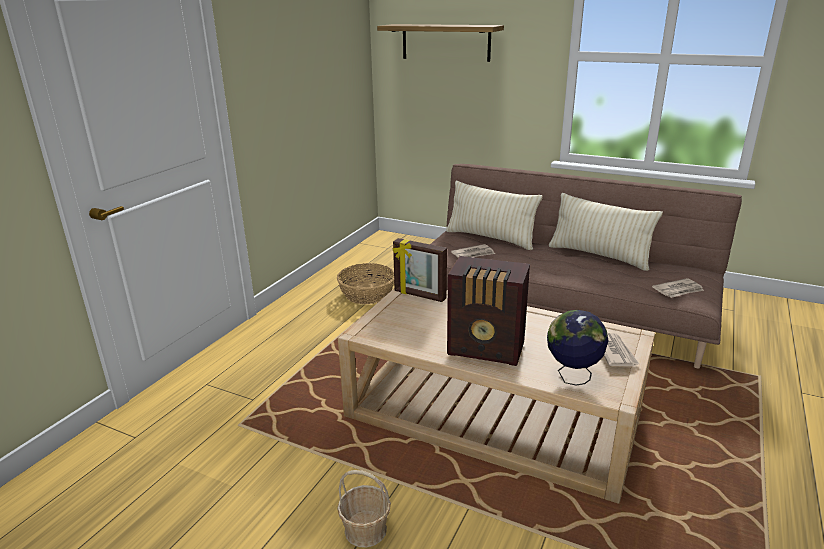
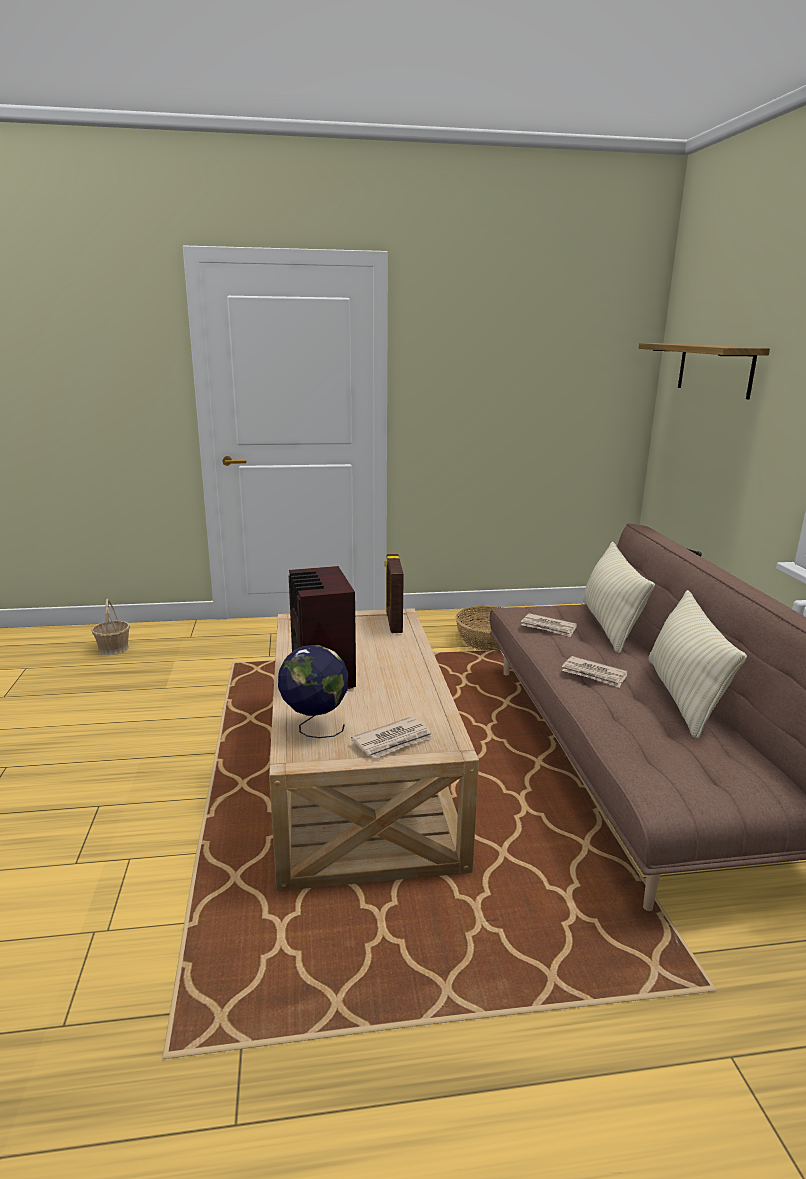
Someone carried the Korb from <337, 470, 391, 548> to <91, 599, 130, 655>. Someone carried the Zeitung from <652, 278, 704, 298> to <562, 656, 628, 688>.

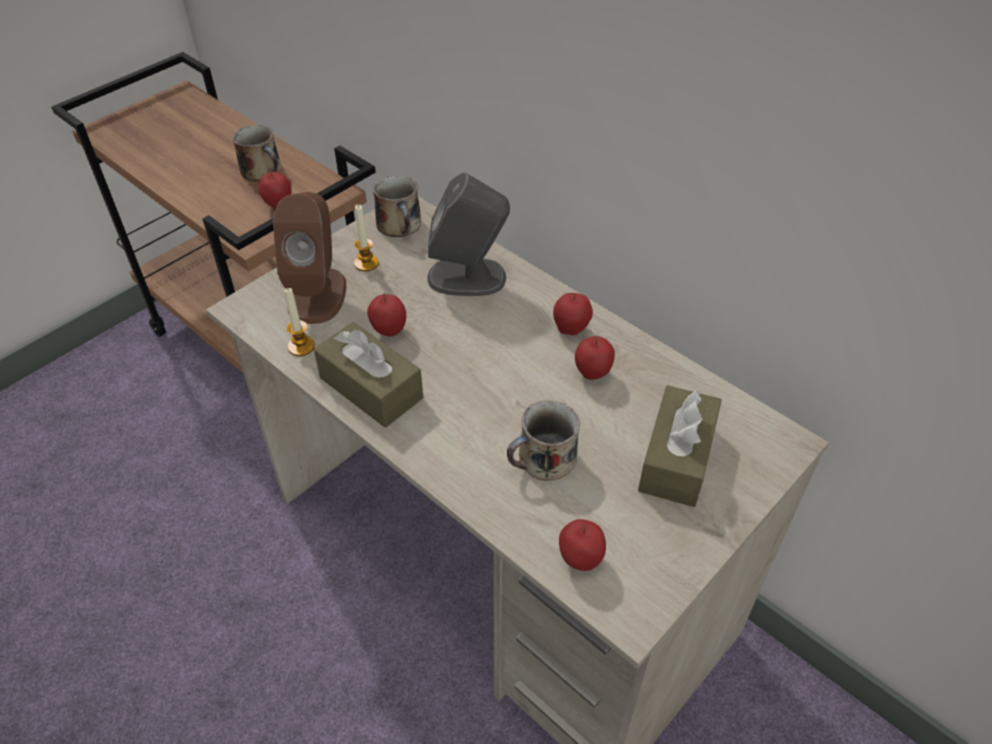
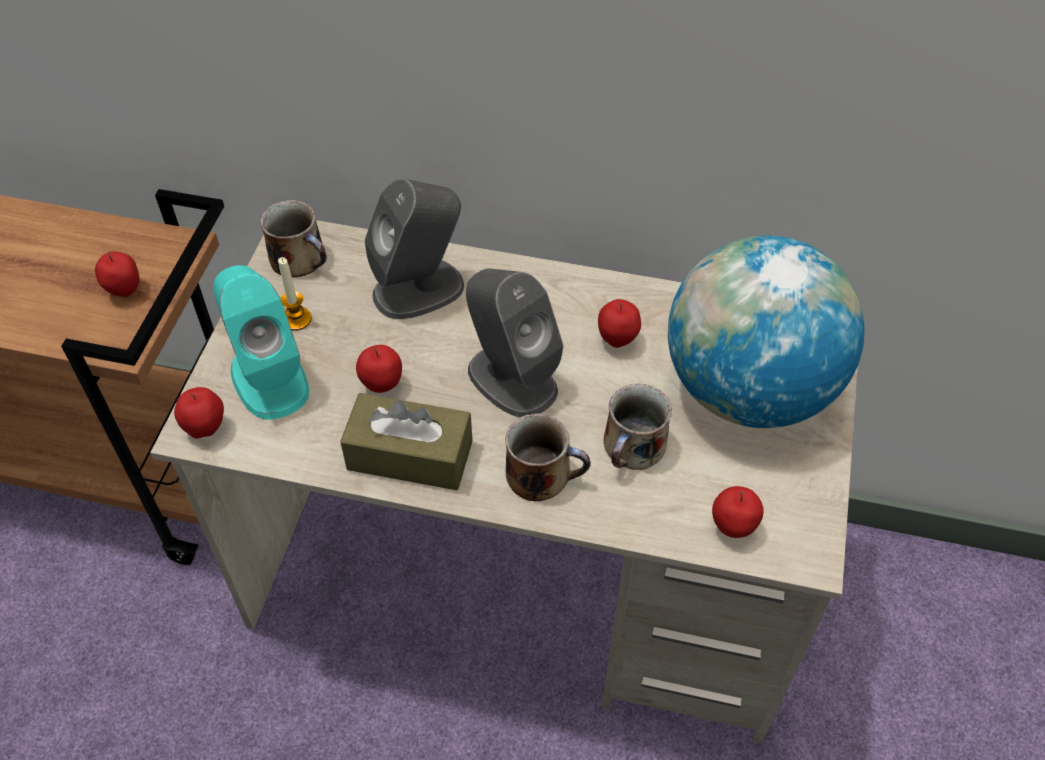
Someone carried the Henkelbecher from <232, 125, 281, 181> to <505, 413, 591, 501>. Someone repainted the Lautsprecher/braun at <273, 192, 346, 324>, which became the Lautsprecher/türkis at <213, 265, 309, 419>. Someone took away the Kerze at <284, 287, 315, 356>. Someone carried the Apfel from <553, 293, 593, 335> to <174, 387, 224, 439>. Someone swapped the Taschentuchbox/braun at <638, 385, 722, 507> for the Globus at <668, 235, 865, 428>. Someone put down the Lautsprecher/grau at <466, 269, 563, 417>.

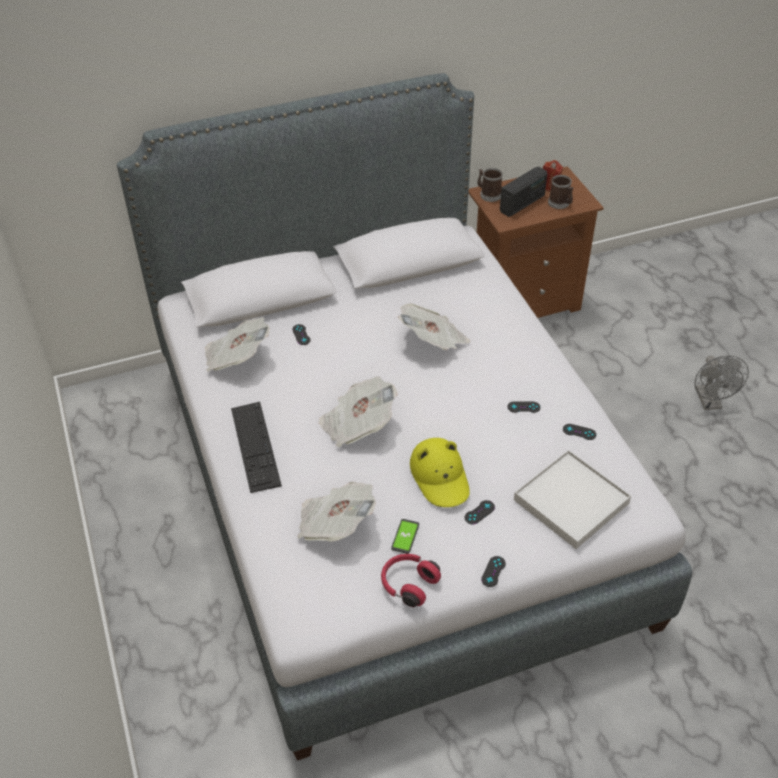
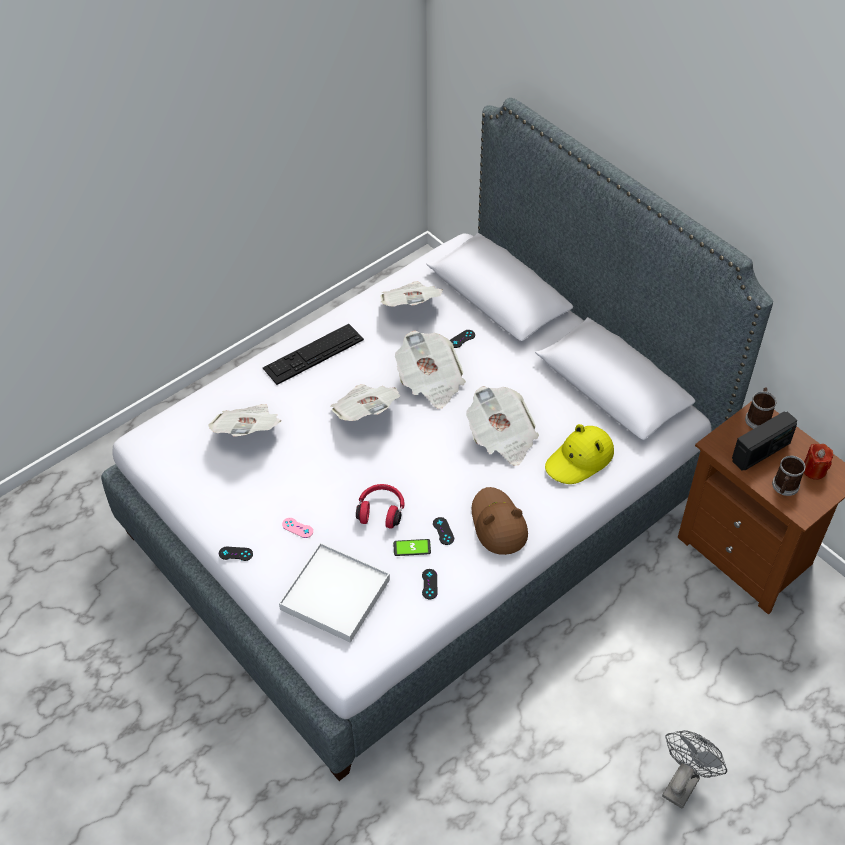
Someone carried the Kopfhörer/rot from <381, 554, 441, 607> to <356, 484, 404, 528>. Someone carried the Handy from <391, 519, 419, 554> to <393, 539, 431, 556>. Someone carried the Hut/gelb from <410, 438, 470, 507> to <545, 424, 614, 484>. Someone repainted the Gamepad/schwarz at <465, 500, 495, 524>, which became the Gamepad/rosa at <282, 518, 313, 538>. Someone rotated the Radio at <500, 167, 547, 217> by 60 degrees counterclockwise. Someone rotated the Ventilator/grau at <695, 355, 749, 410> by 150 degrees clockwise. Someone put down the Zeitung at <395, 331, 466, 409>. Someone put down the Hut/braun at <472, 487, 528, 555>.

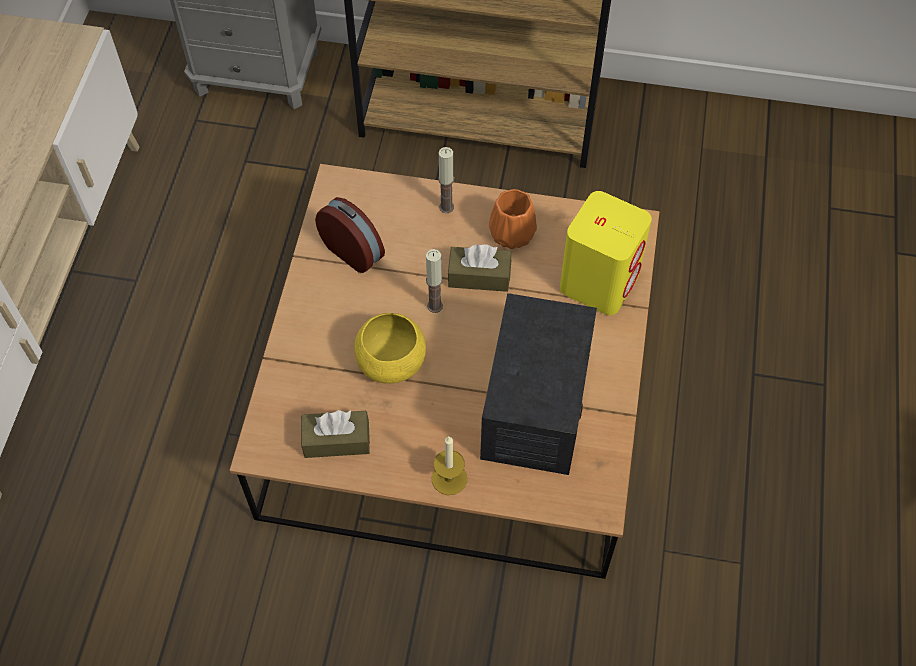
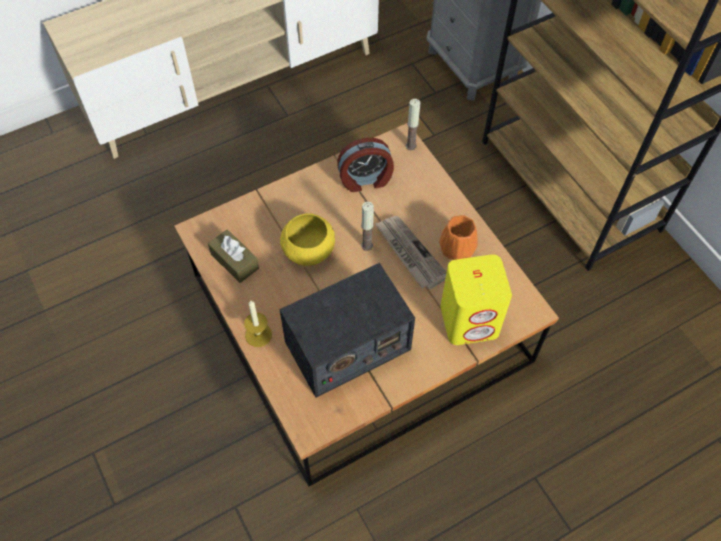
Someone rotated the Wecker at <315, 197, 385, 273> by 75 degrees clockwise. Someone carried the Kerze from <438, 147, 454, 213> to <406, 99, 420, 150>. Someone swapped the Taschentuchbox/braun at <448, 244, 511, 292> for the Zeitung at <375, 216, 447, 290>.

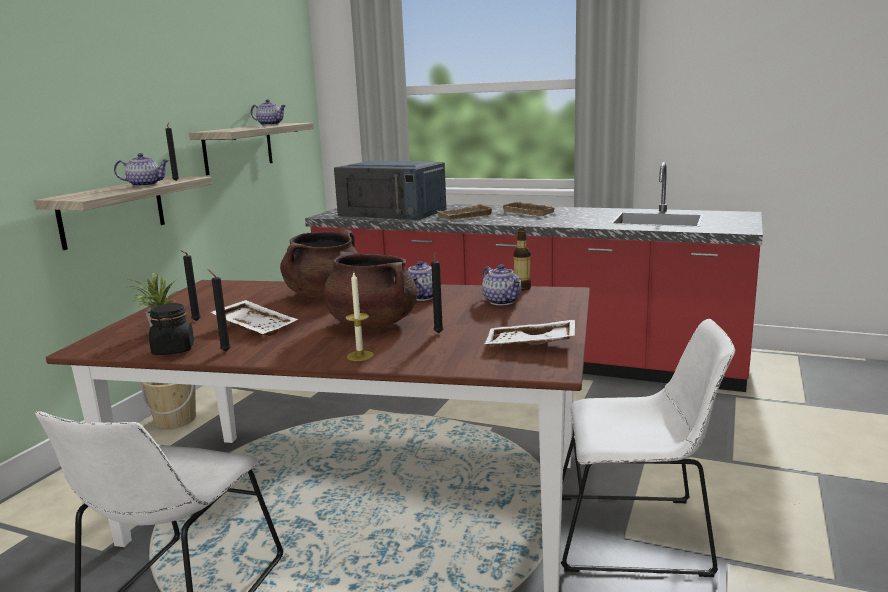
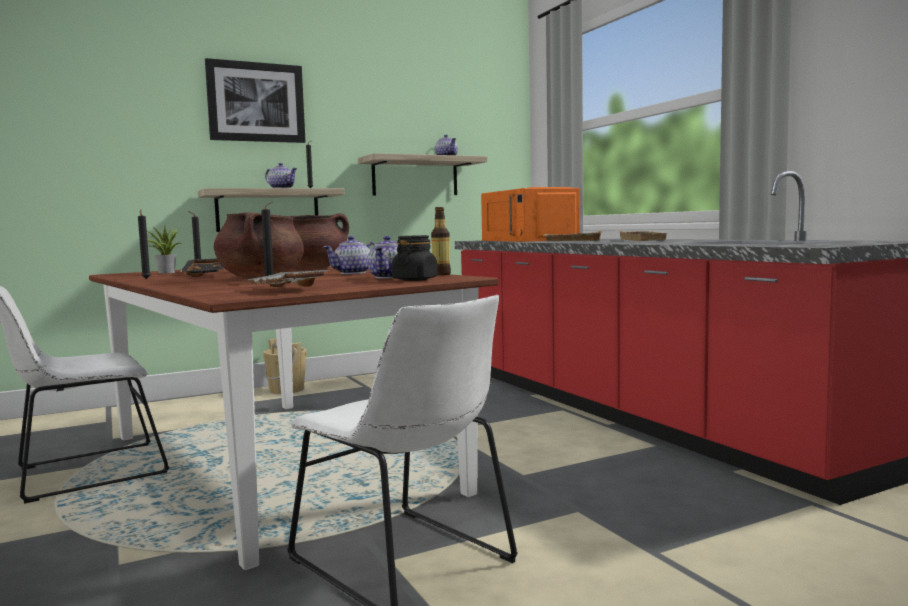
Someone carried the Vorratsglas/schwarz from <149, 303, 194, 355> to <392, 235, 438, 281>. Someone repainted the Tablett/weiß at <210, 300, 298, 336>, which became the Tablett/schwarz at <180, 259, 224, 277>. Someone repainted the Mikrowelle/blau at <334, 161, 446, 220>, which became the Mikrowelle/orange at <481, 187, 580, 242>. Someone took away the Kerze at <345, 273, 374, 361>. Someone put up the Bild at <205, 58, 306, 143>.

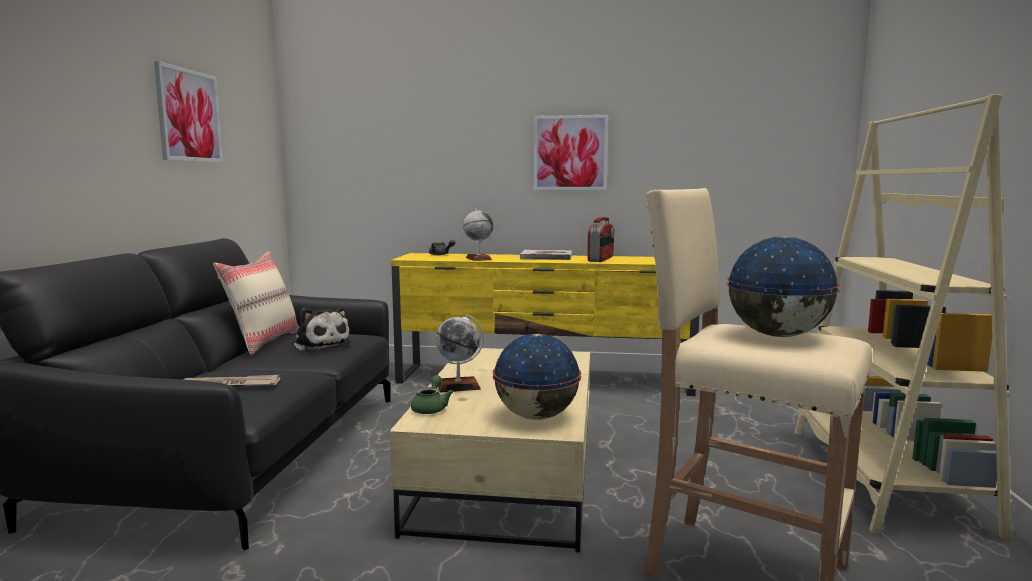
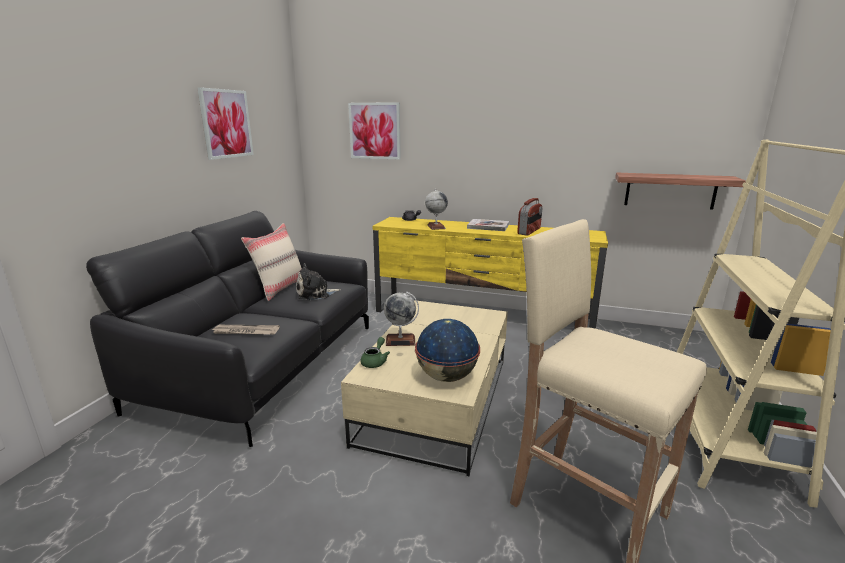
Someone rotated the Plüschtier at <292, 307, 351, 351> by 105 degrees clockwise. Someone carried the Bild from <534, 115, 608, 190> to <348, 102, 401, 159>. Someone took away the Globus at <727, 237, 840, 337>. Someone put up the Wandregal at <615, 173, 746, 210>.

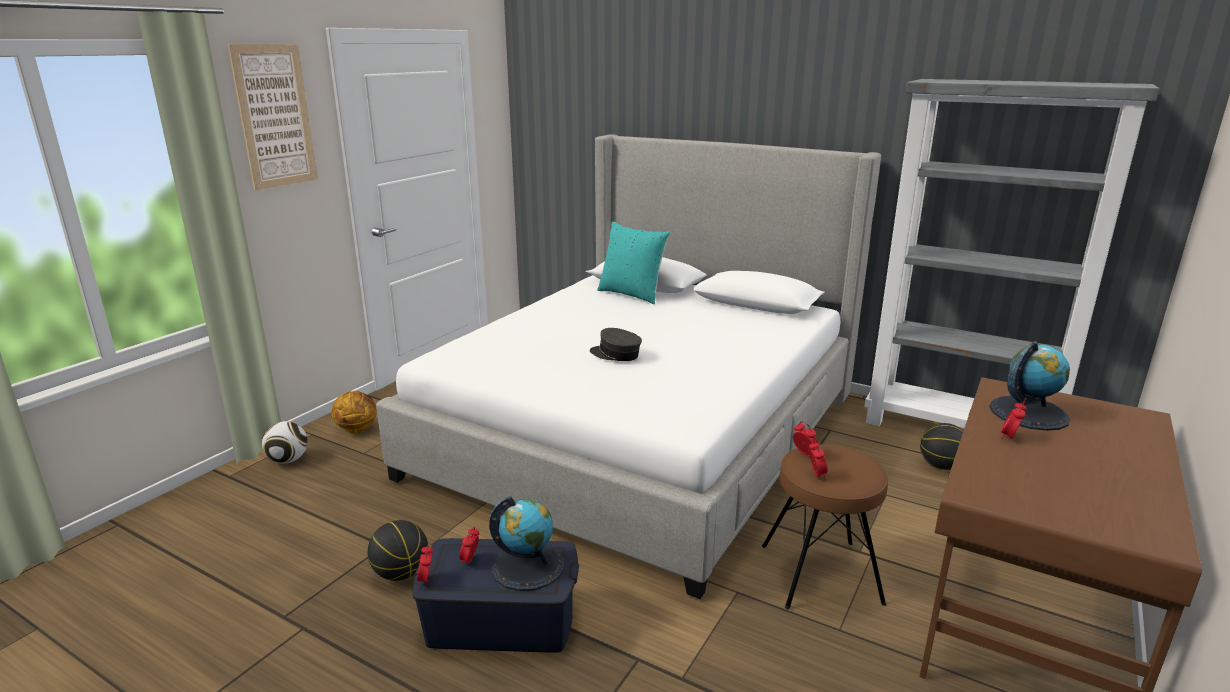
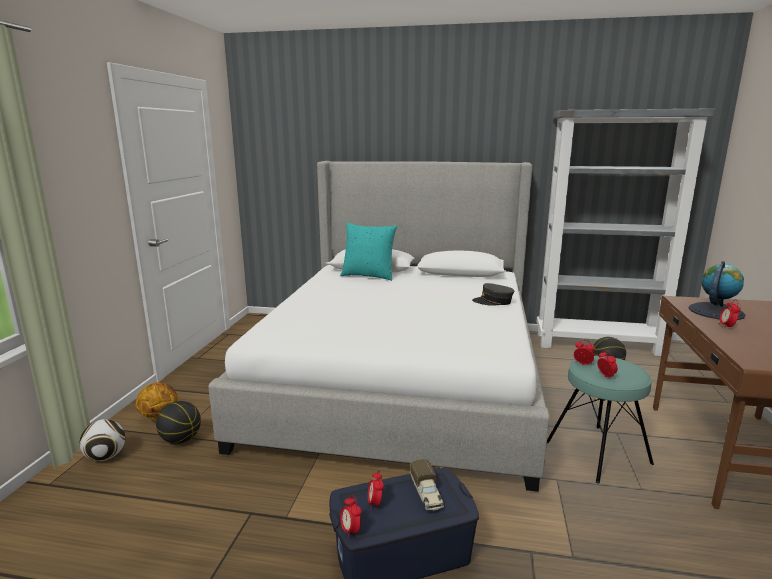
Someone took away the Bild at <227, 44, 318, 190>. Someone carried the Basketball from <368, 520, 428, 581> to <156, 401, 201, 444>. Someone swapped the Globus at <489, 496, 564, 591> for the Spielzeuglaster at <410, 459, 444, 511>. Someone carried the Kappe/grau from <590, 328, 642, 361> to <472, 283, 514, 306>. Someone repainted the Hocker/braun at <762, 444, 888, 609>, which became the Hocker/türkis at <547, 356, 654, 484>.

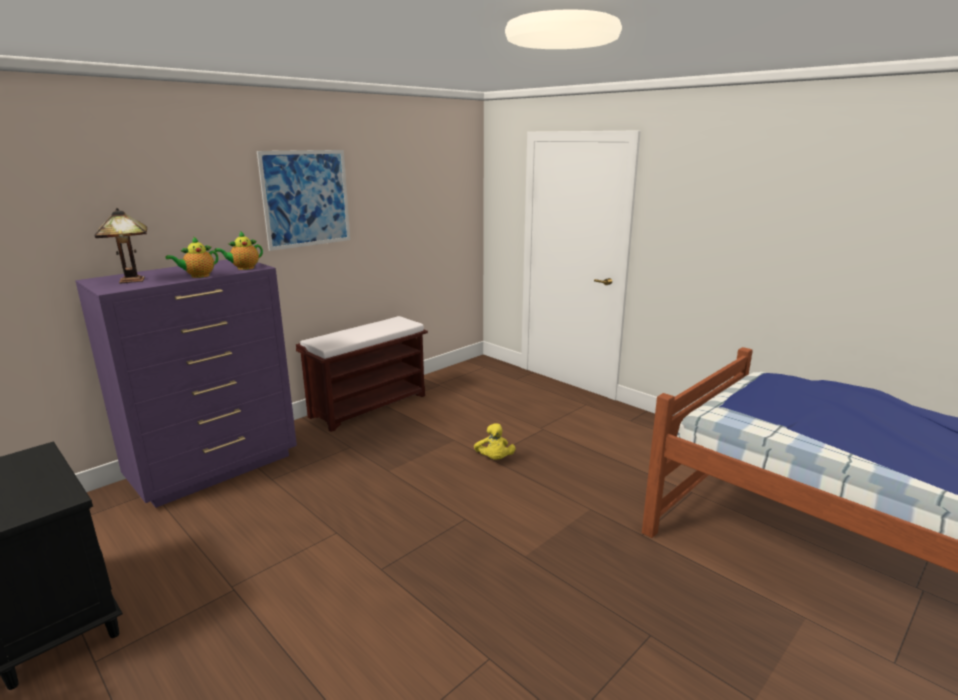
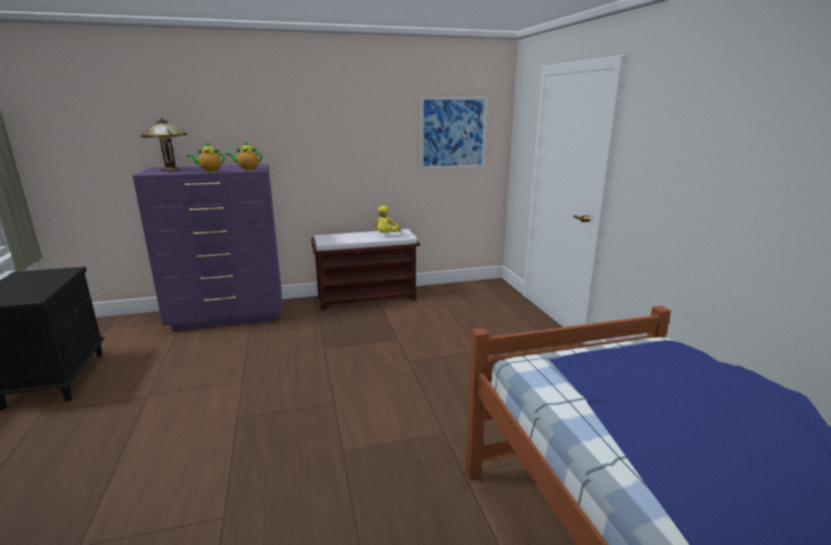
Someone carried the Bild from <257, 150, 350, 251> to <420, 97, 487, 169>. Someone carried the Plüschtier/gelb from <474, 423, 515, 460> to <375, 205, 401, 233>.

